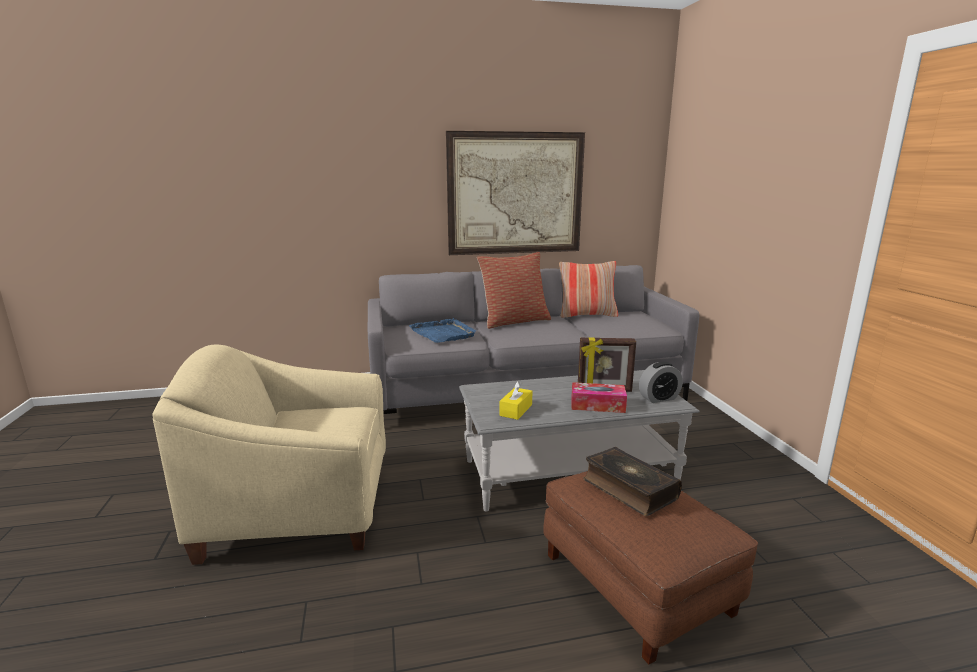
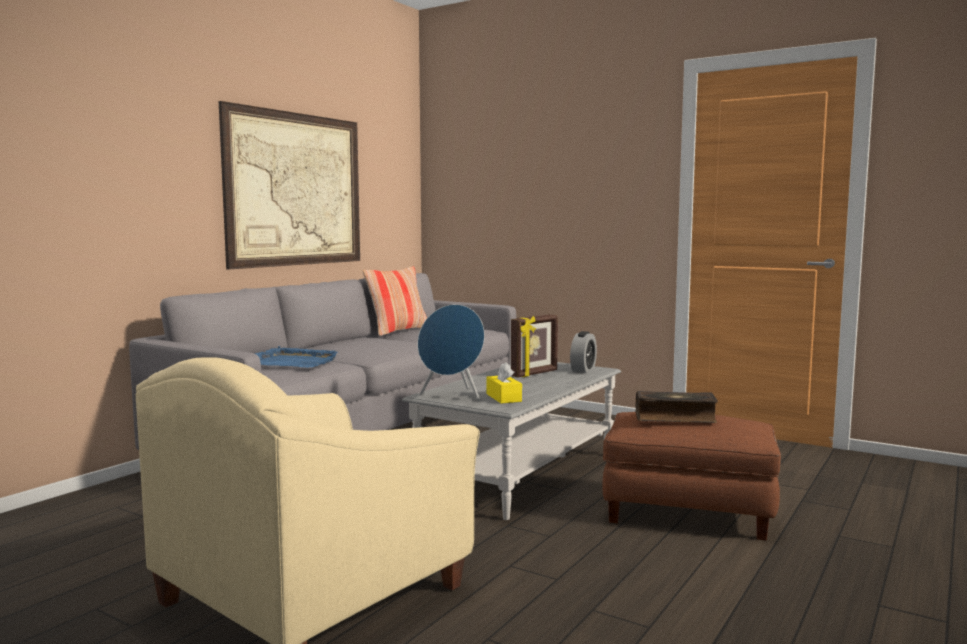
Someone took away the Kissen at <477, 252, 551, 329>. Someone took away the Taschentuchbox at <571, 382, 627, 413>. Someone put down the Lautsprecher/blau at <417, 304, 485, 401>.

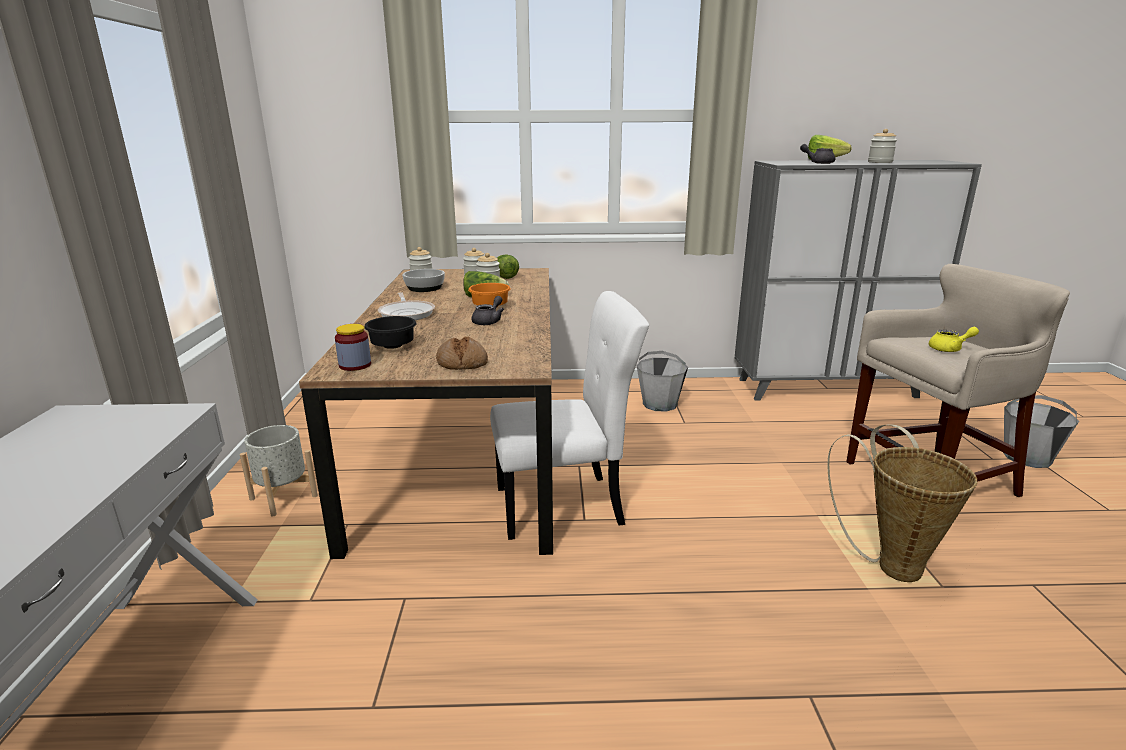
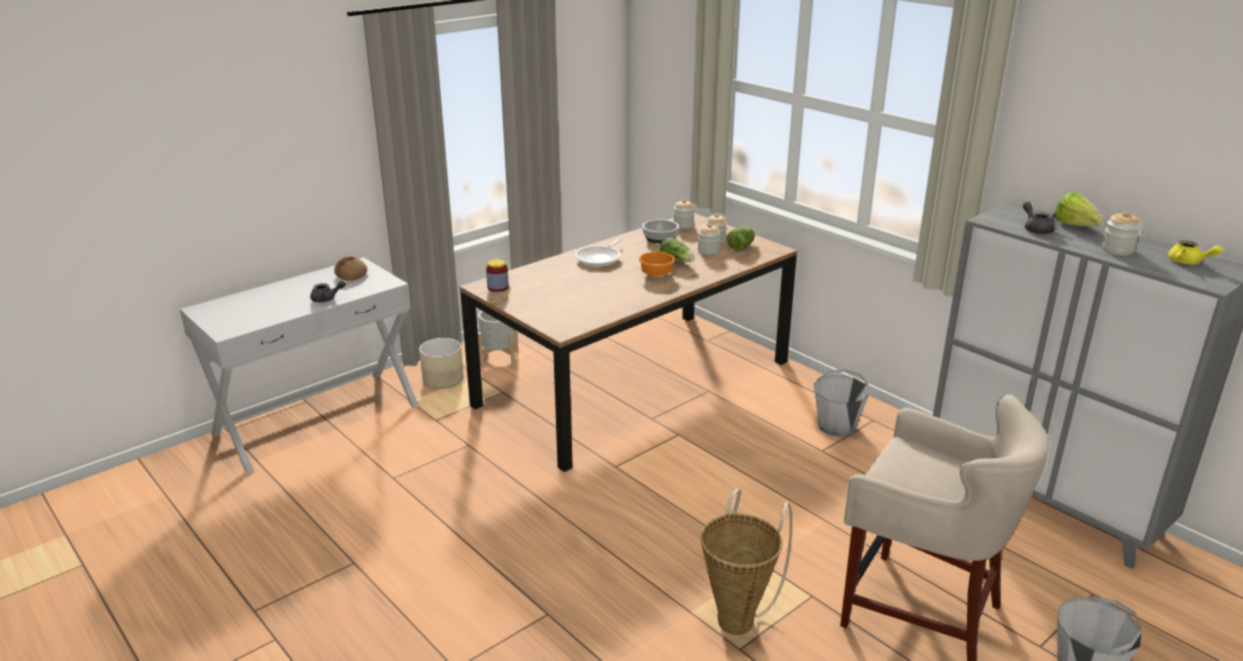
Someone took away the Schüssel/schwarz at <364, 316, 417, 349>. Someone carried the Brot from <436, 336, 488, 370> to <334, 257, 368, 281>. Someone carried the Teekanne/grau from <471, 296, 504, 325> to <310, 280, 346, 303>. Someone took away the Stuhl/weiß at <490, 291, 649, 540>. Someone carried the Teekanne/gelb from <929, 327, 979, 352> to <1168, 240, 1222, 264>. Someone put down the Pflanzkübel/beige at <419, 338, 464, 389>.

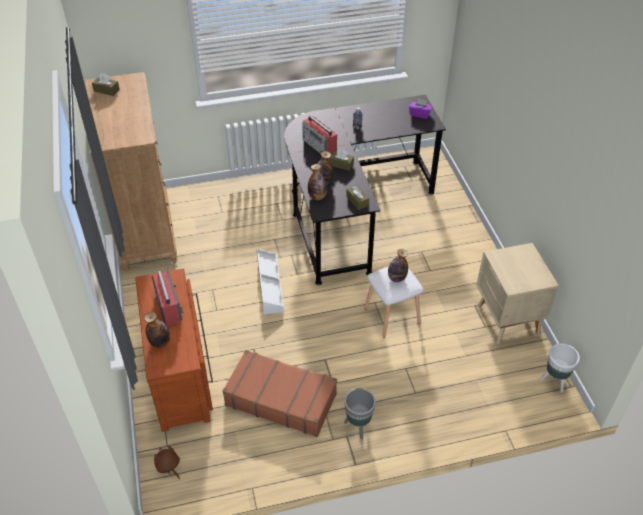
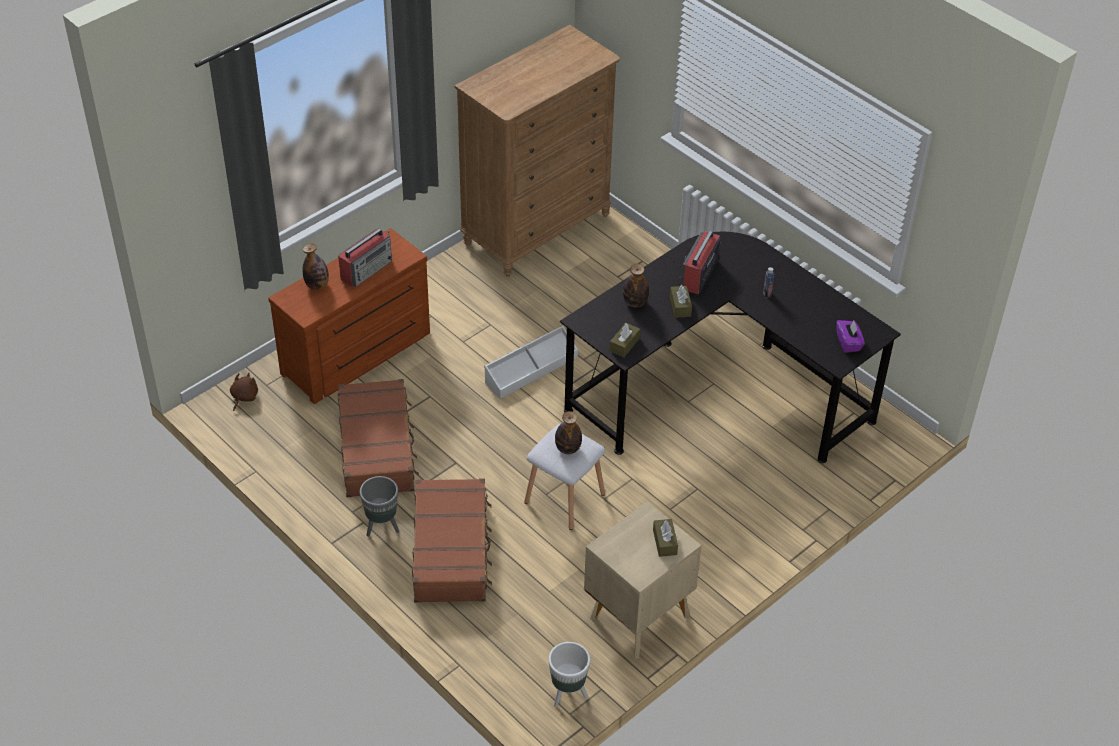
Someone carried the Taschentuchbox/braun from <92, 73, 120, 96> to <653, 519, 678, 557>. Someone took away the Flasche at <308, 164, 327, 200>. Someone put down the Koffer/braun at <412, 478, 492, 603>.

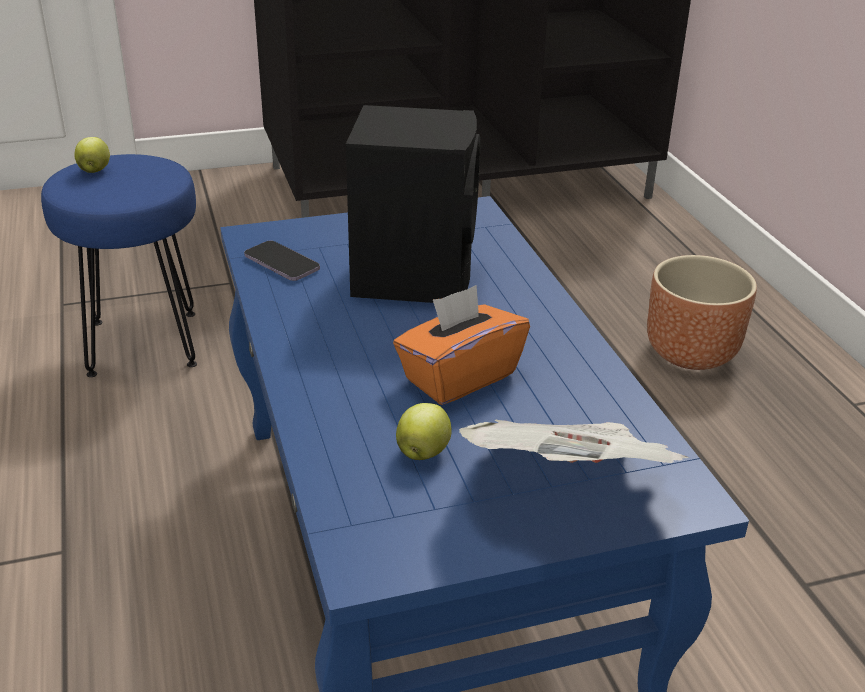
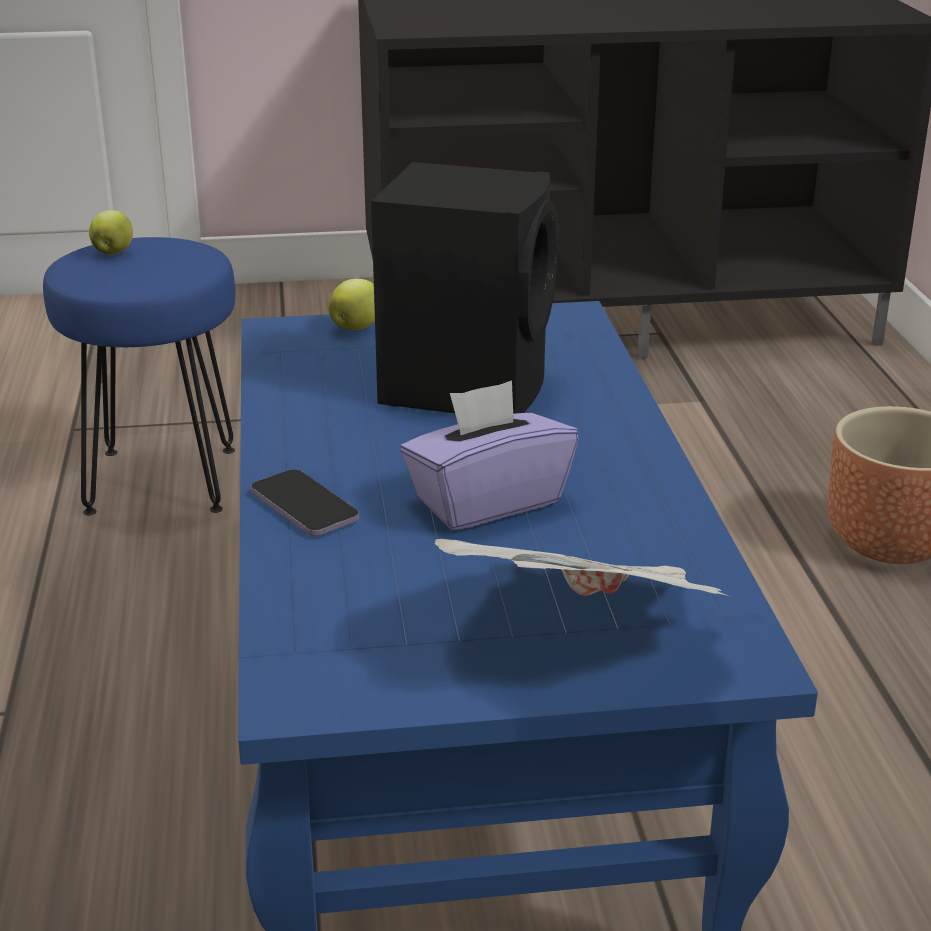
Someone carried the Handy from <244, 241, 320, 281> to <251, 469, 359, 536>. Someone repainted the Taschentuchbox/orange at <393, 285, 530, 405>, which became the Taschentuchbox/lila at <400, 380, 579, 530>. Someone carried the Apfel from <396, 403, 452, 460> to <328, 279, 375, 330>.

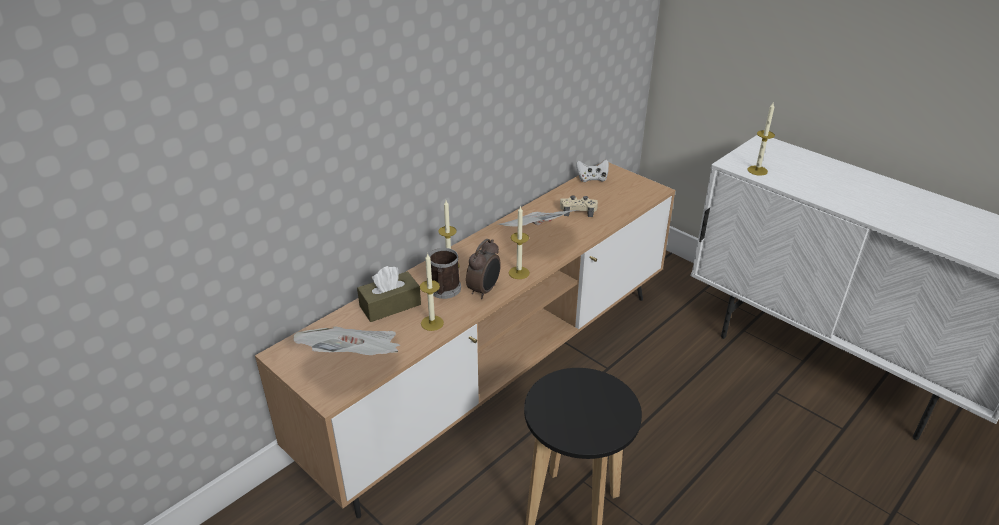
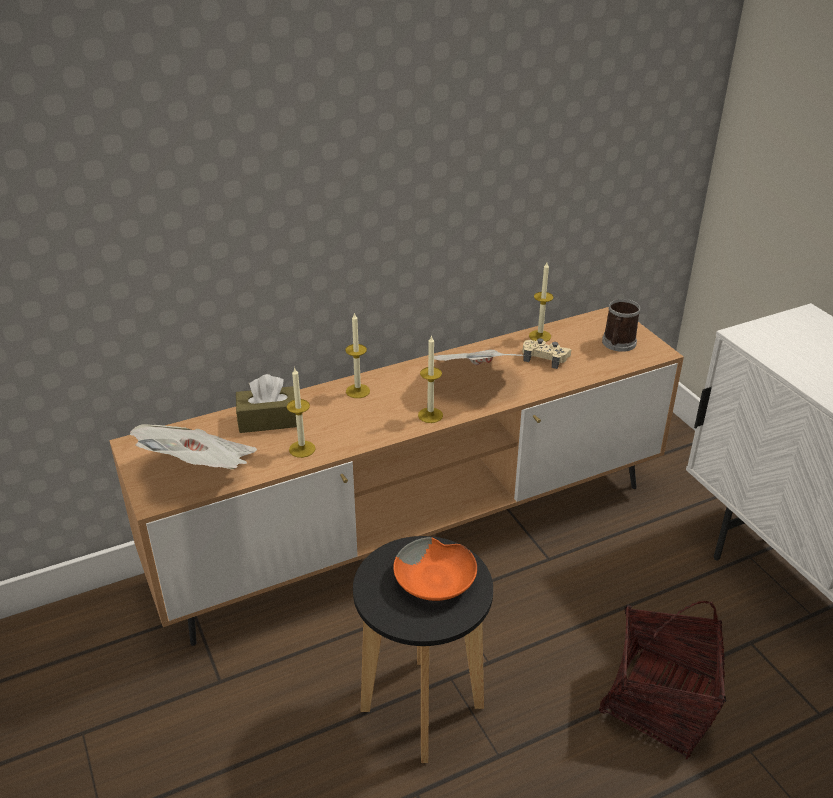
Someone carried the Henkelbecher from <429, 248, 461, 299> to <602, 299, 640, 352>. Someone took away the Wecker at <466, 239, 501, 299>. Someone took away the Gamepad/weiß at <576, 159, 609, 182>. Someone carried the Kerze from <747, 101, 775, 176> to <529, 262, 553, 342>. Someone put down the Schüssel/orange at <393, 537, 477, 601>. Someone put down the Korb at <599, 601, 726, 760>.

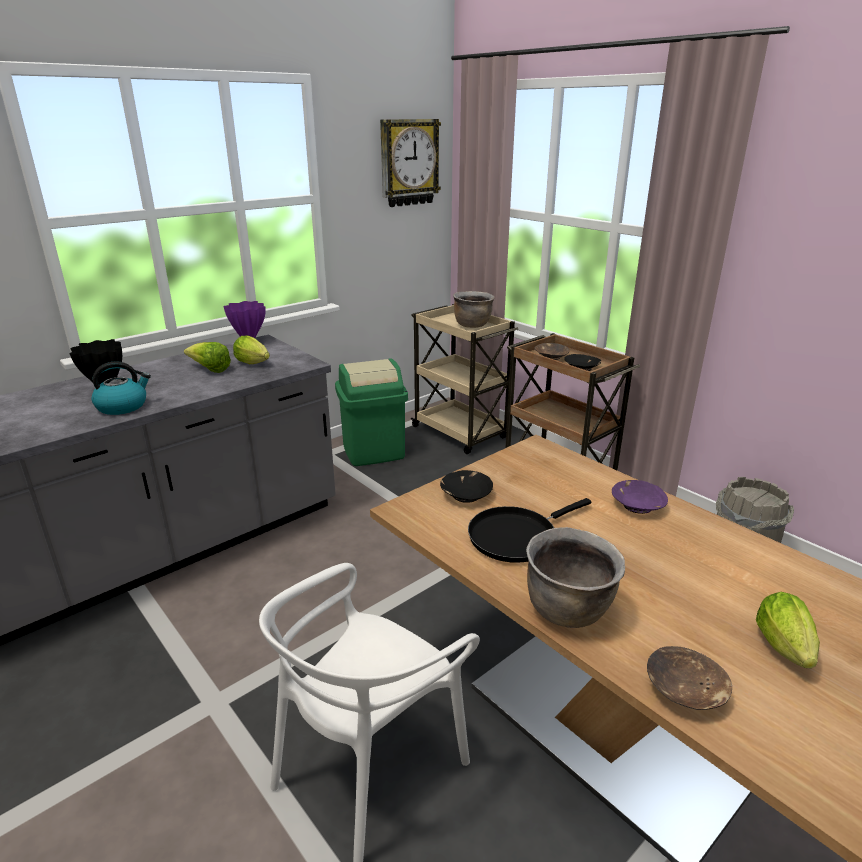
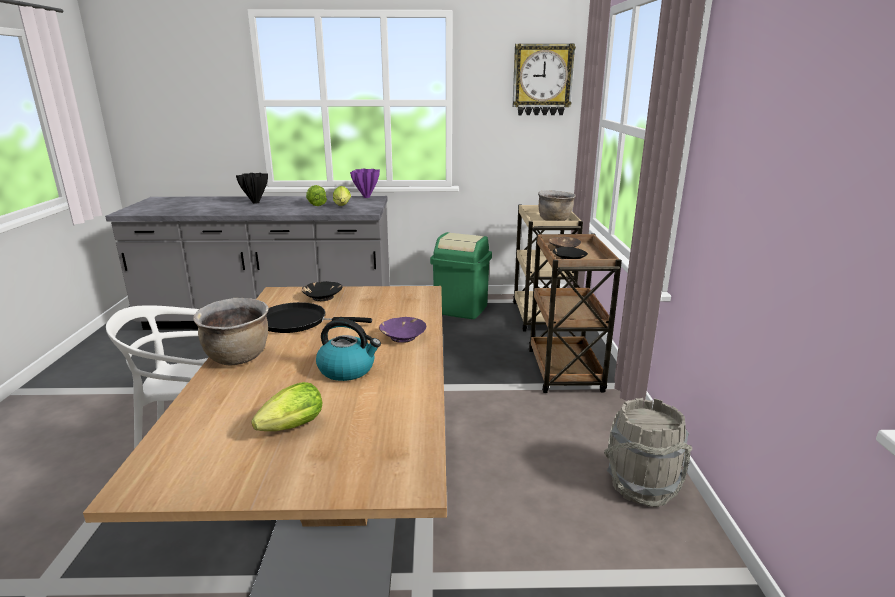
Someone carried the Wasserkessel from <92, 361, 151, 415> to <316, 319, 381, 381>. Someone took away the Schüssel/braun at <647, 646, 732, 710>.

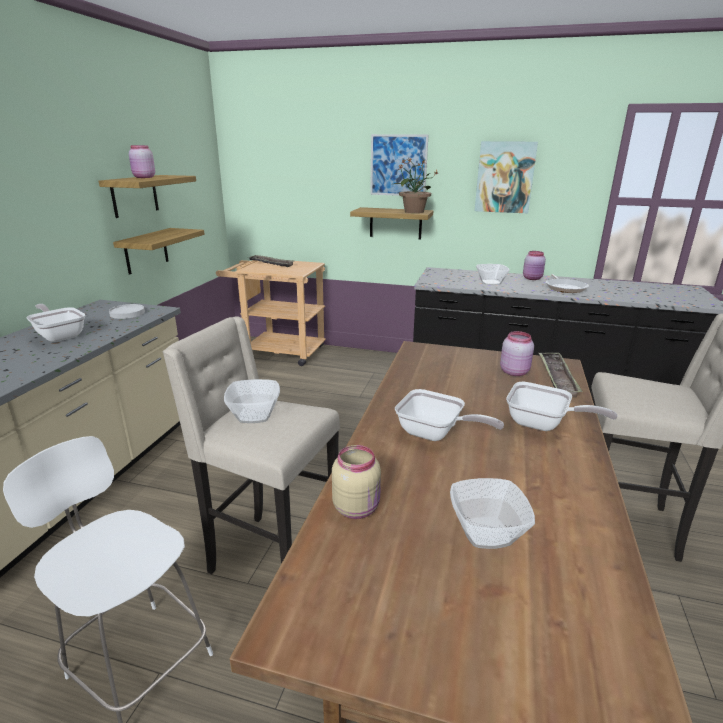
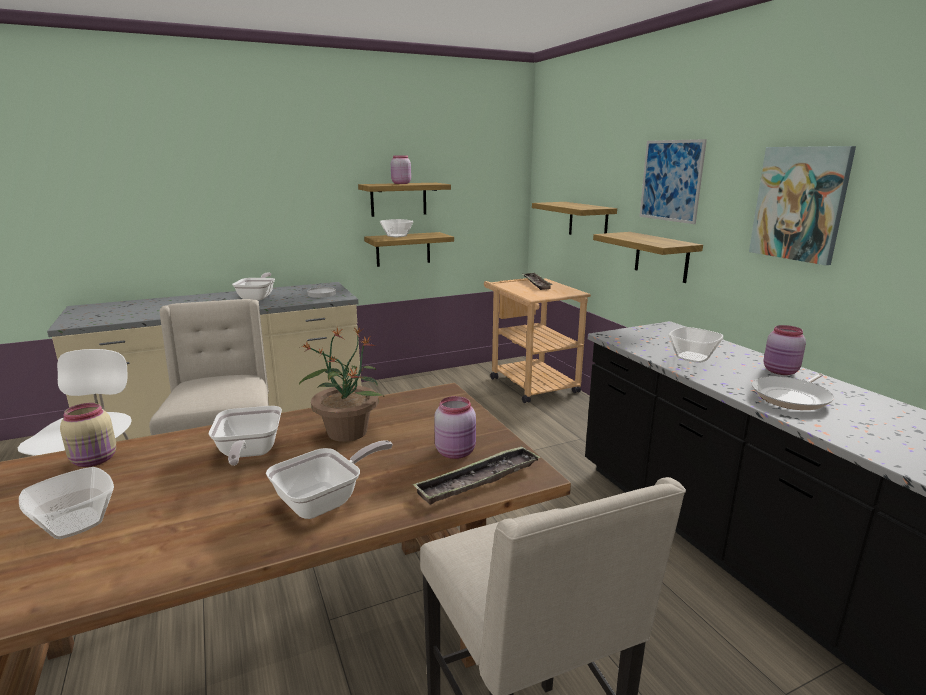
Someone carried the Schüssel from <224, 379, 280, 423> to <380, 219, 413, 237>. Someone carried the Topfpflanze from <391, 158, 439, 213> to <299, 327, 385, 442>. Someone rotated the Pfanne at <506, 382, 618, 431> by 120 degrees counterclockwise. Someone put up the Wandregal at <532, 202, 617, 235>.

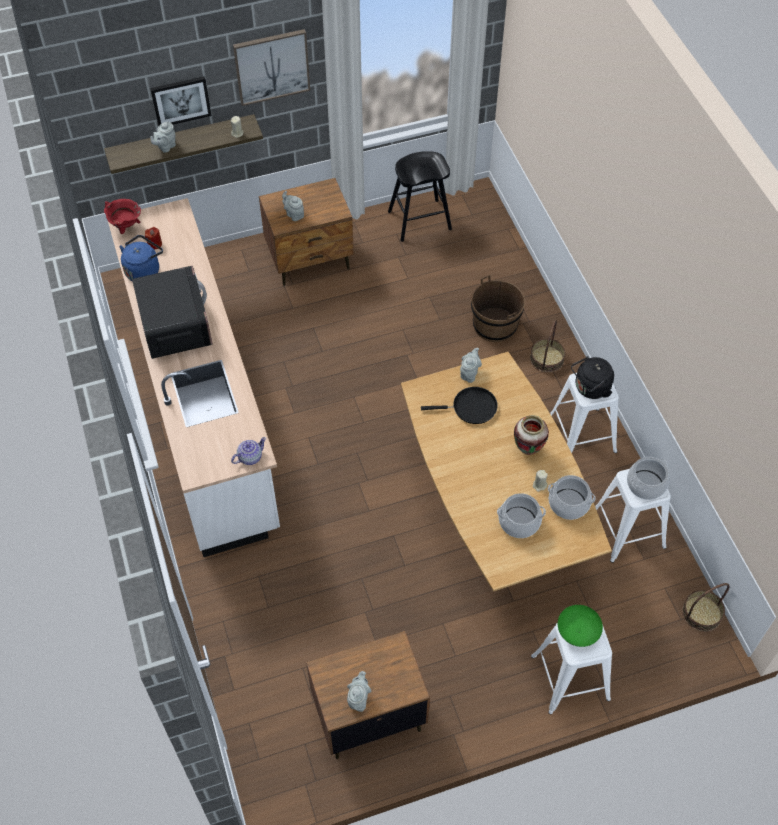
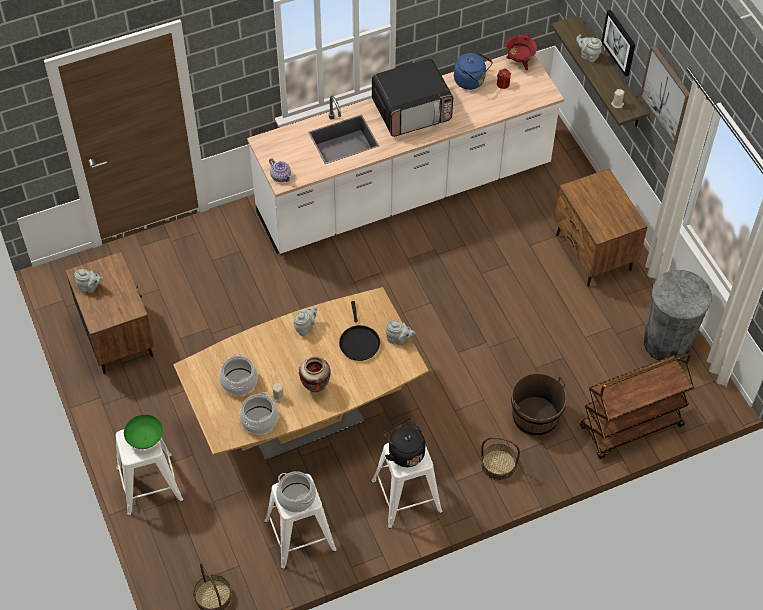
Someone carried the Teekanne/grau from <282, 191, 304, 221> to <294, 307, 317, 336>. Someone swapped the Hocker/schwarz at <388, 151, 452, 242> for the Mülleimer/grau at <643, 270, 712, 362>. Someone put down the Rollwagen/braun at <580, 353, 695, 459>.

